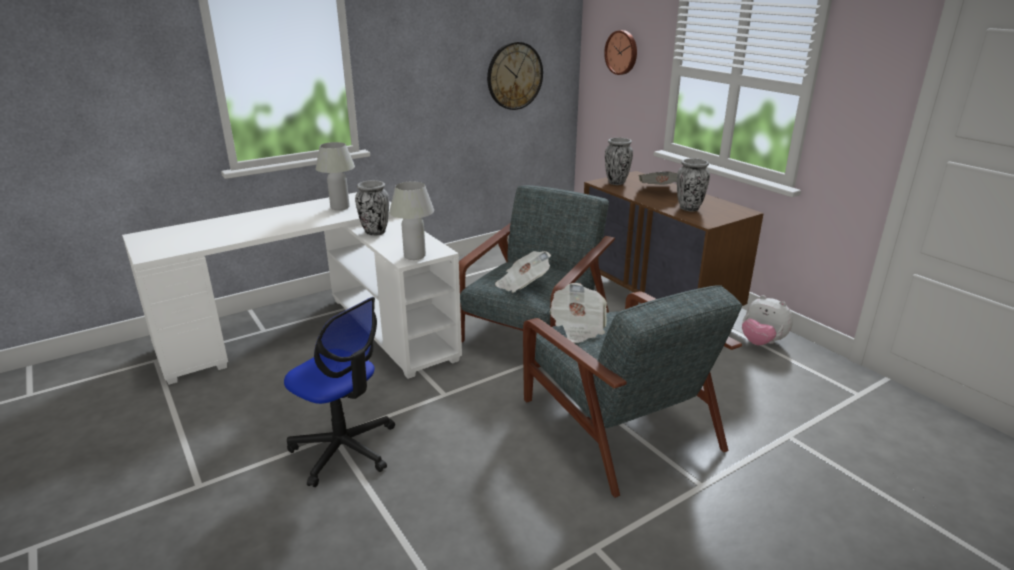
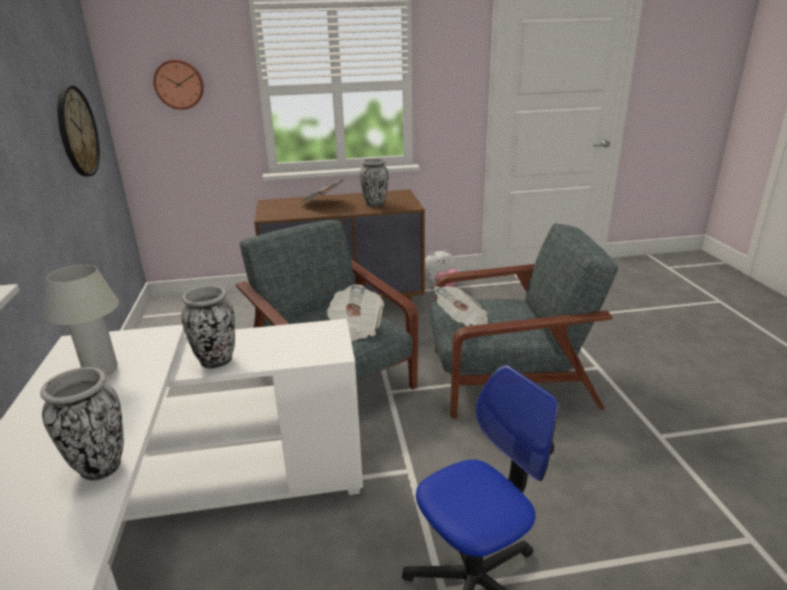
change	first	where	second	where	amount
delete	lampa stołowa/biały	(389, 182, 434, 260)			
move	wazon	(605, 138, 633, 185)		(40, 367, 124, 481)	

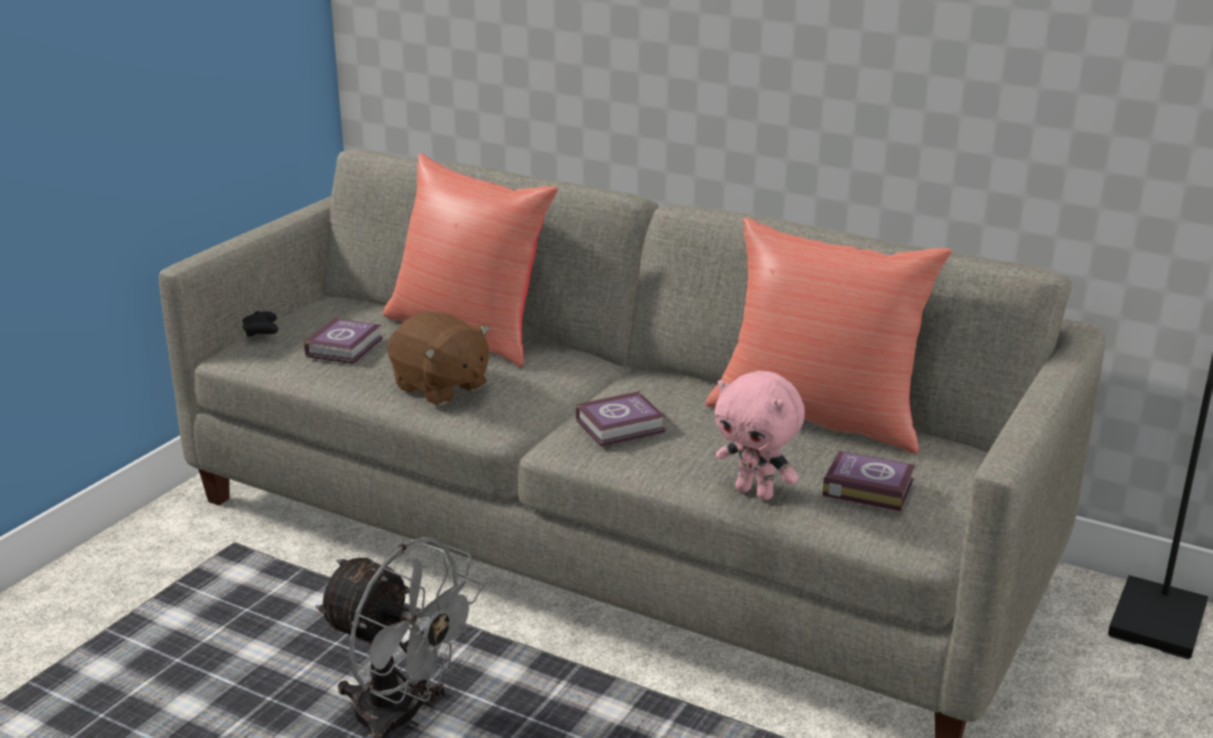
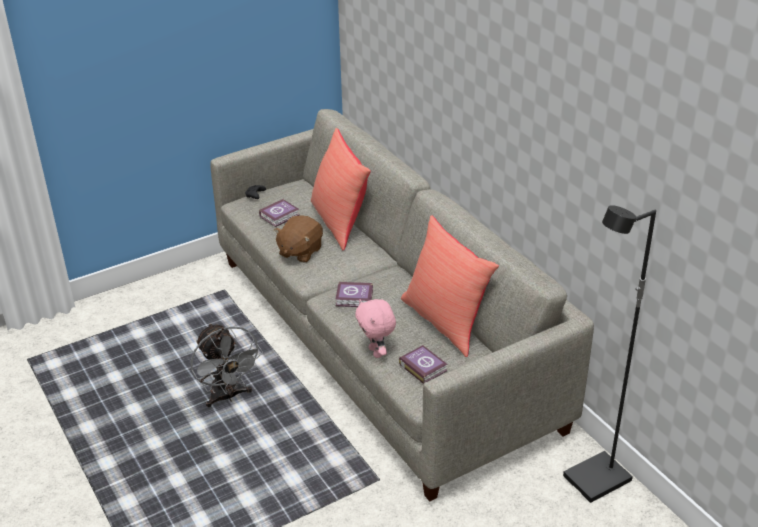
change	first	where	second	where	amount
rotate	pluszak/brązowy	(387, 312, 490, 405)		(274, 215, 323, 263)	45 degrees clockwise

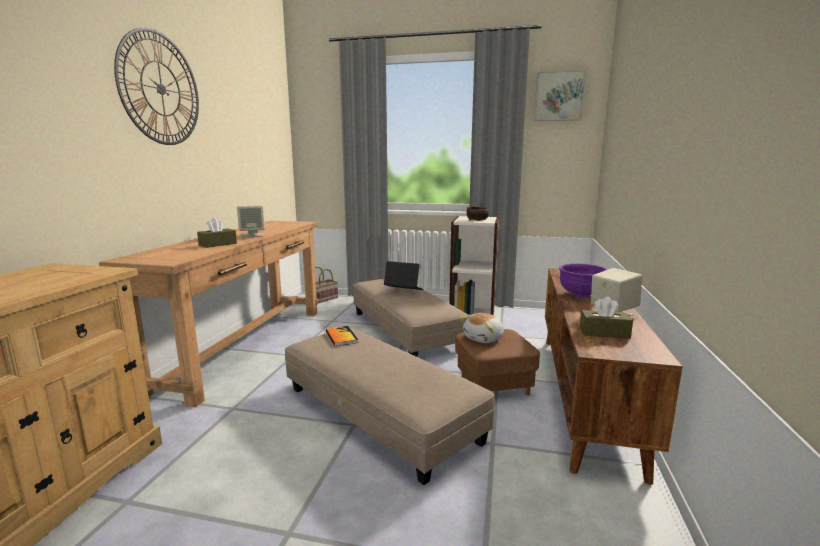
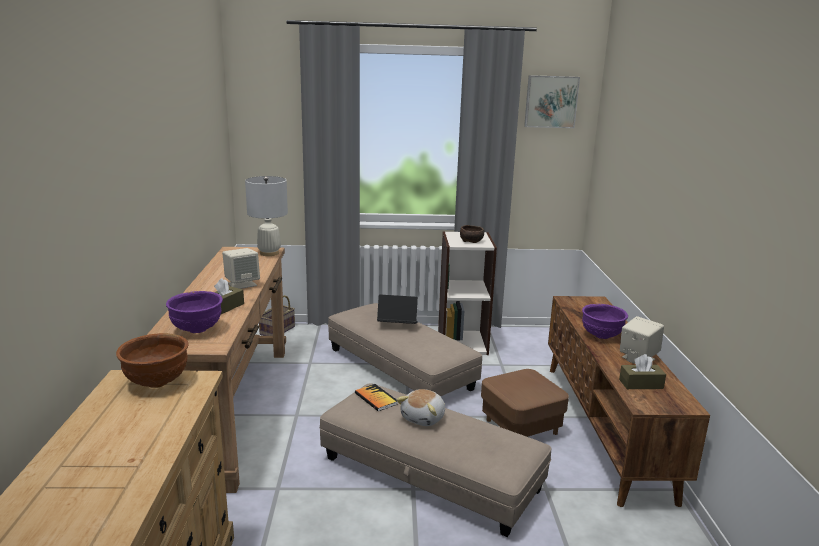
change	first	where	second	where	amount
delete	zegar ścienny	(114, 28, 199, 145)			
insert			miska/brązowy	(116, 333, 189, 388)	
insert			miska/fioletowy	(166, 291, 223, 333)	
insert			lampa stołowa/biały	(245, 176, 288, 256)	
move	pluszak	(459, 313, 504, 343)		(396, 389, 445, 426)	

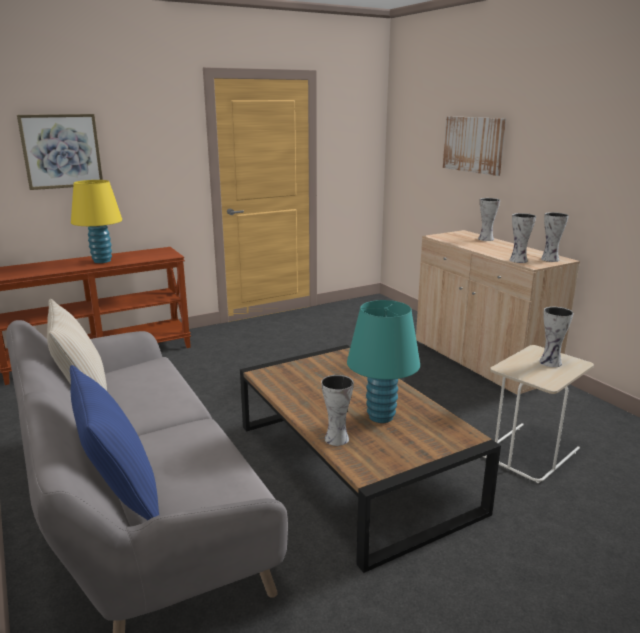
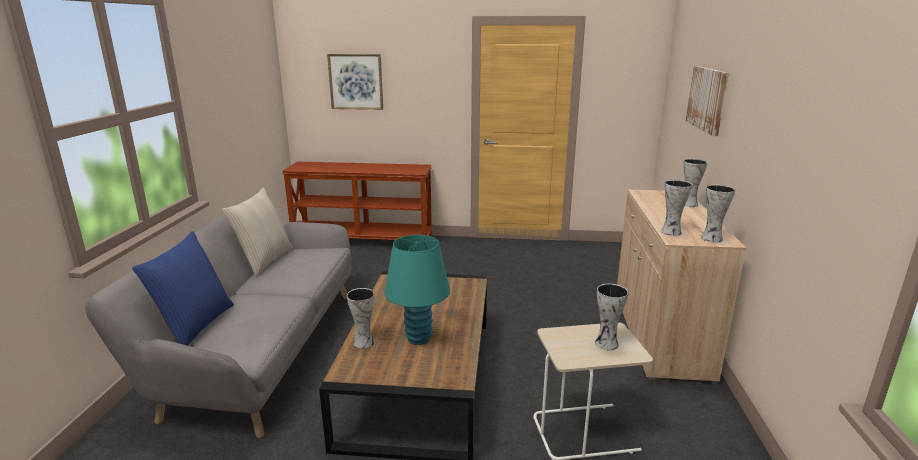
change	first	where	second	where	amount
delete	lampa stołowa/żółty	(71, 180, 122, 263)			

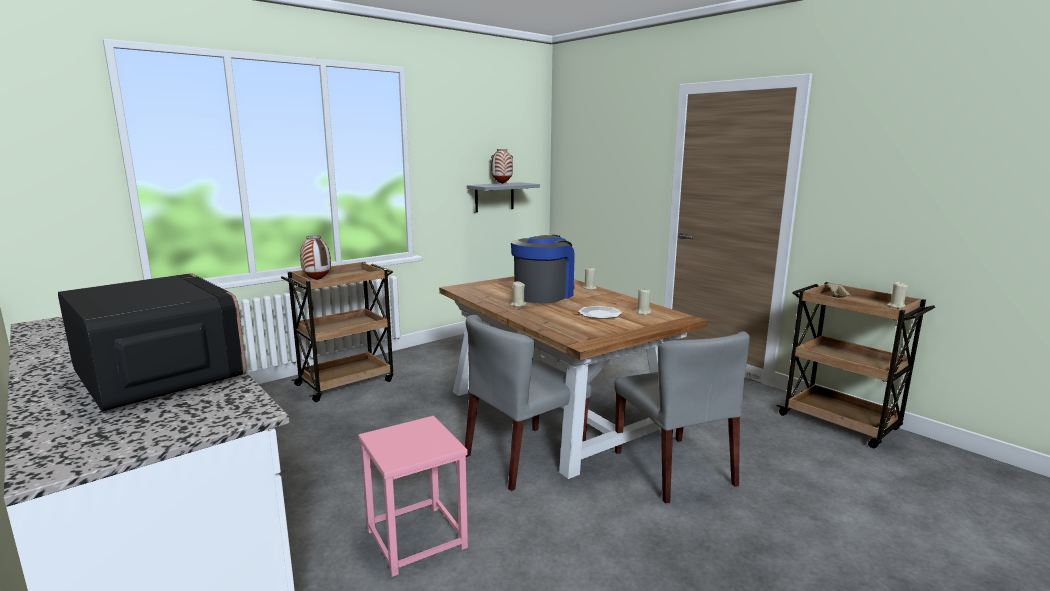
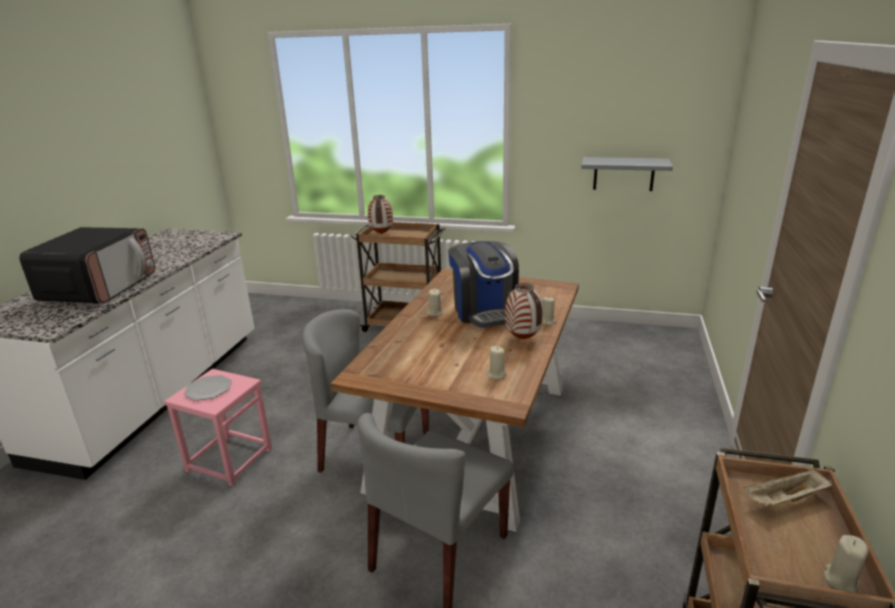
change	first	where	second	where	amount
move	wazon	(491, 149, 513, 184)		(505, 283, 543, 339)	
move	talerz	(578, 306, 622, 319)		(184, 375, 232, 401)	
rotate	ekspres do kawy	(511, 235, 575, 303)		(448, 241, 519, 328)	75 degrees clockwise

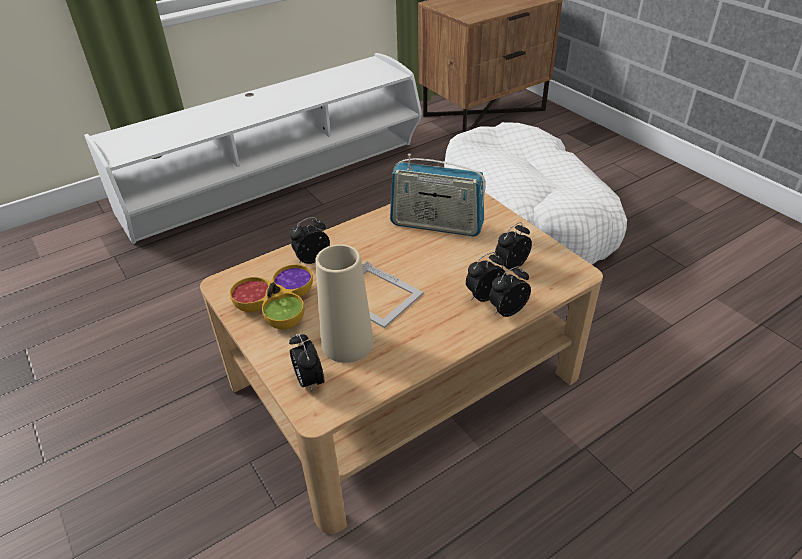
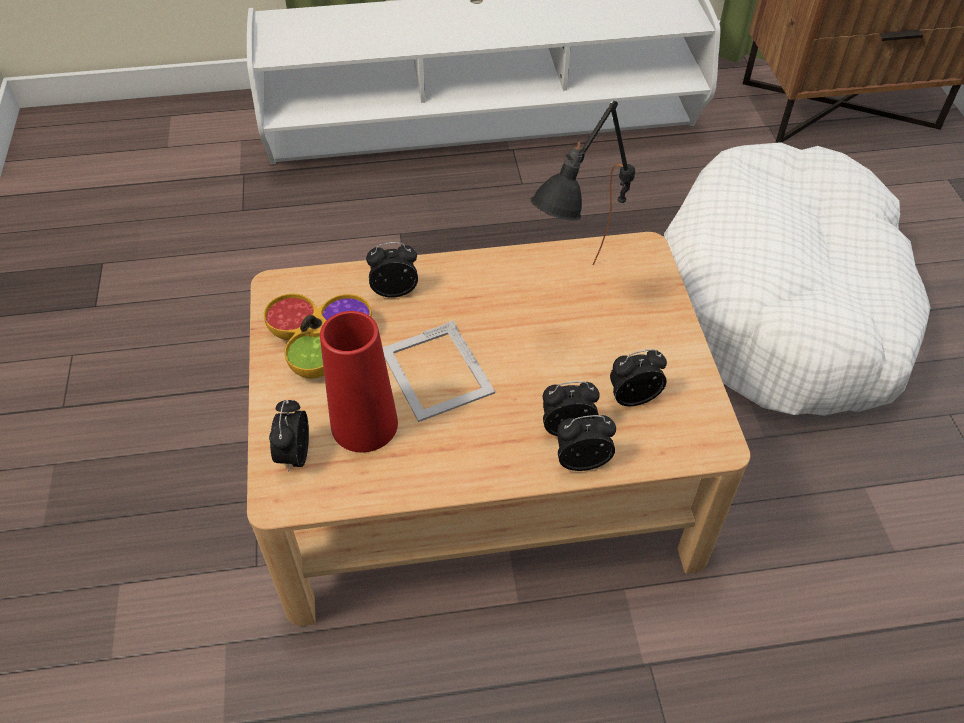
change	first	where	second	where	amount
replace	radio	(390, 154, 486, 237)	lampa stołowa/czarny	(531, 101, 635, 265)	
recolor	wazon/beżowy	(315, 244, 374, 363)	wazon/czerwony	(320, 311, 398, 452)	

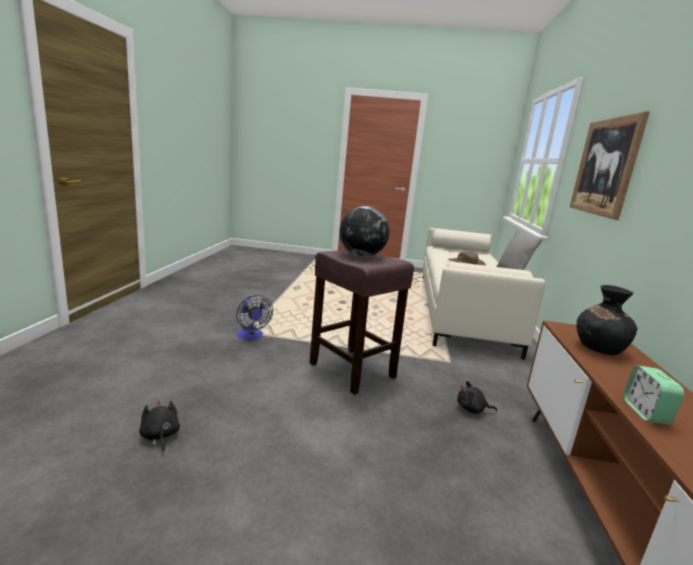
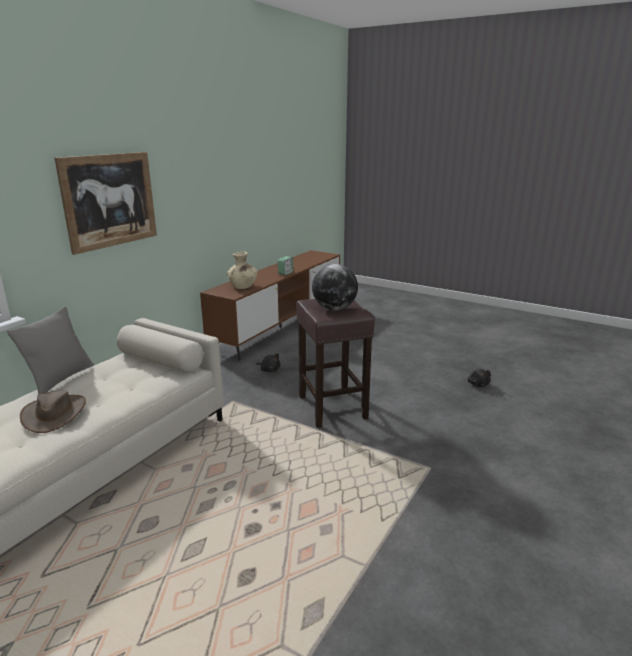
change	first	where	second	where	amount
delete	wentylator	(236, 295, 273, 340)			
recolor	wazon/czarny	(576, 285, 638, 355)	wazon/beżowy	(227, 251, 258, 289)	

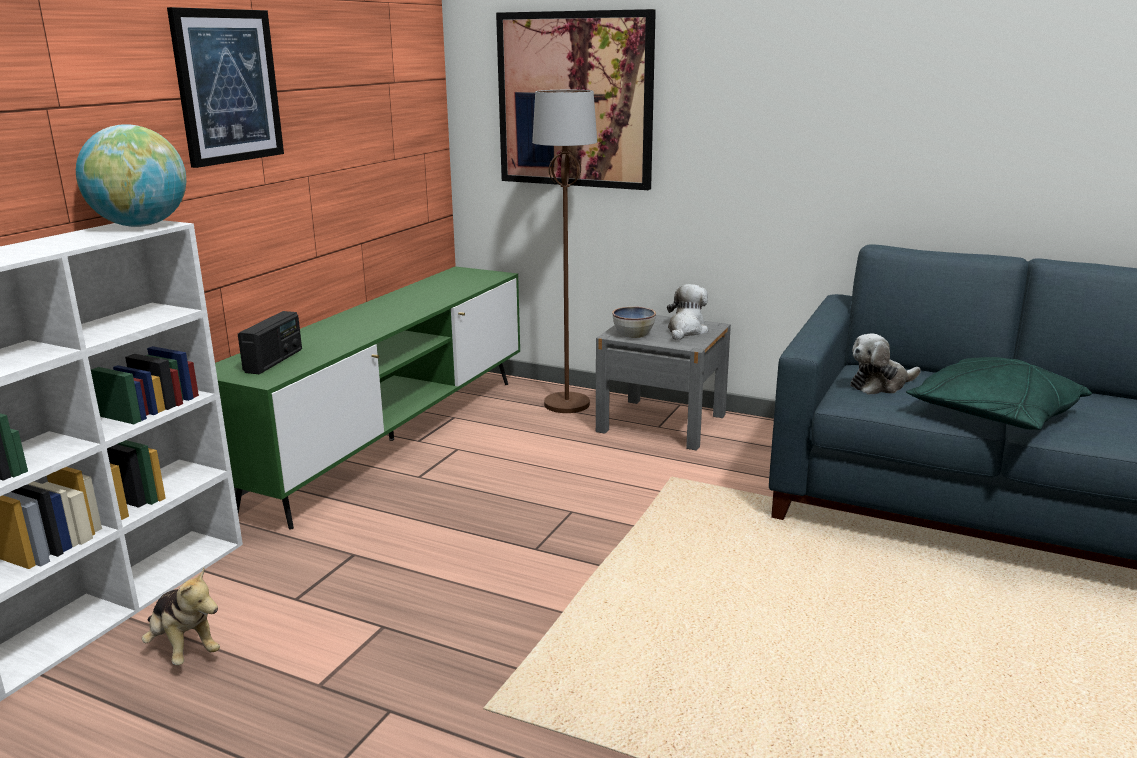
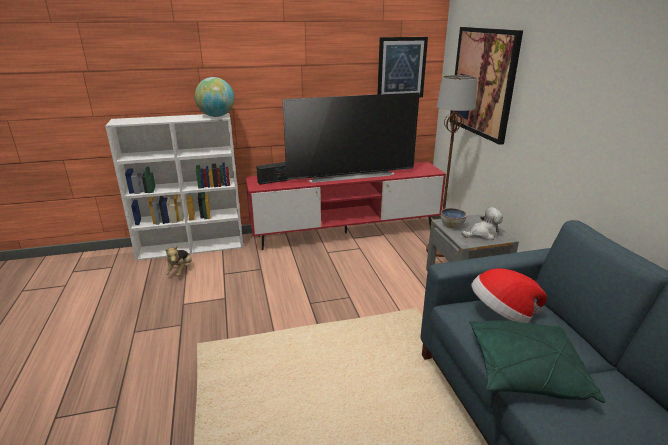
change	first	where	second	where	amount
insert			telewizor	(283, 92, 420, 183)	
move	obraz	(167, 7, 284, 168)		(377, 37, 428, 97)	
replace	pluszak	(850, 333, 921, 394)	kapelusz	(471, 268, 547, 323)	
recolor	szafka pod telewizor/zielony	(215, 267, 520, 529)	szafka pod telewizor/czerwony	(245, 162, 446, 250)	

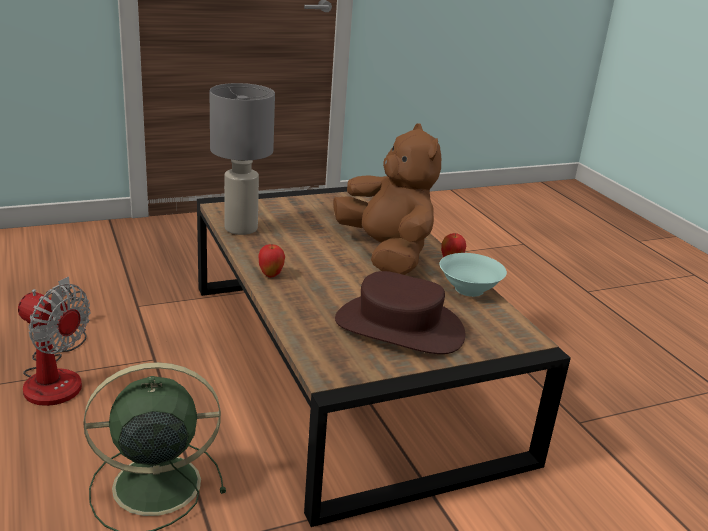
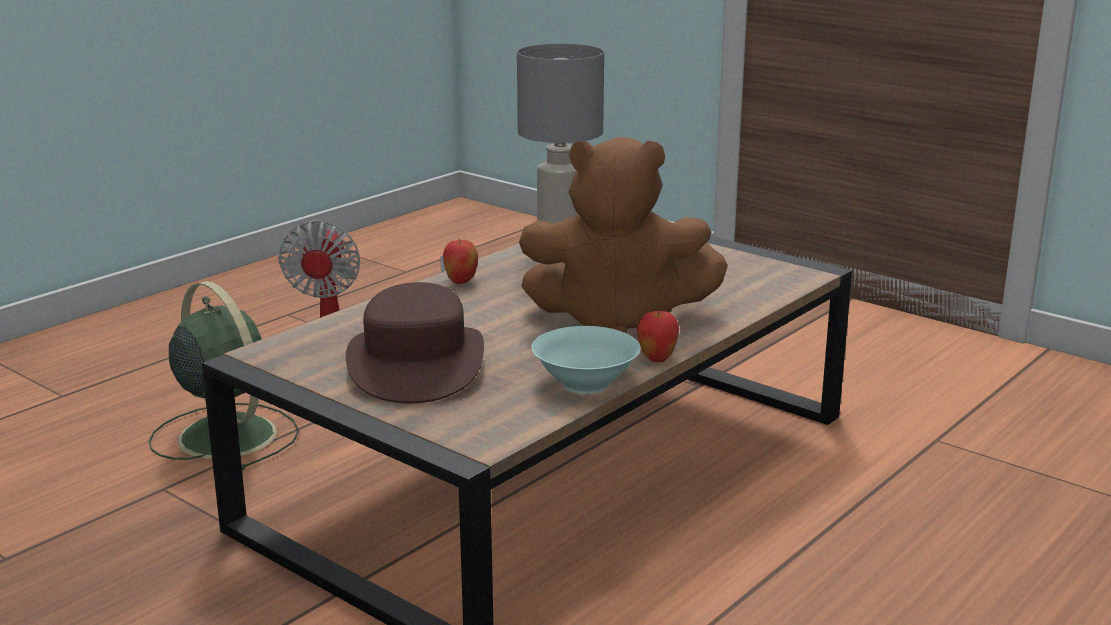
change	first	where	second	where	amount
rotate	pluszak/brązowy	(333, 123, 441, 275)		(519, 137, 728, 333)	60 degrees clockwise

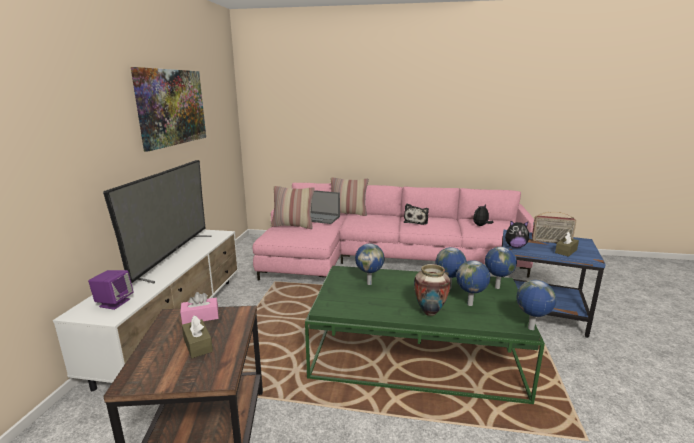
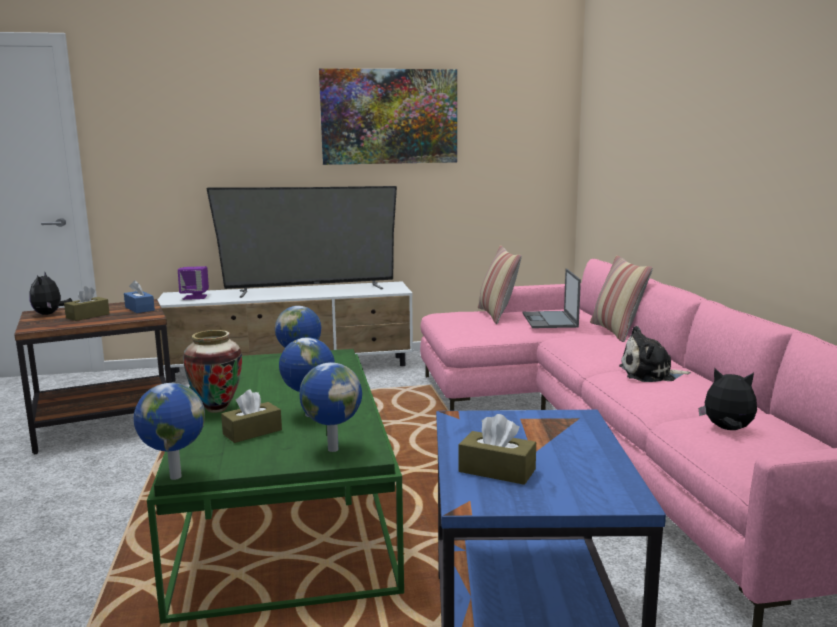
change	first	where	second	where	amount
delete	radio	(532, 211, 576, 243)			
move	pluszak	(505, 221, 529, 248)		(29, 271, 72, 315)	
replace	globus	(456, 260, 490, 306)	pudełko chusteczek/brązowy	(221, 389, 282, 443)	
recolor	pudełko chusteczek/różowy	(180, 292, 219, 325)	pudełko chusteczek/niebieski	(124, 280, 155, 313)	

